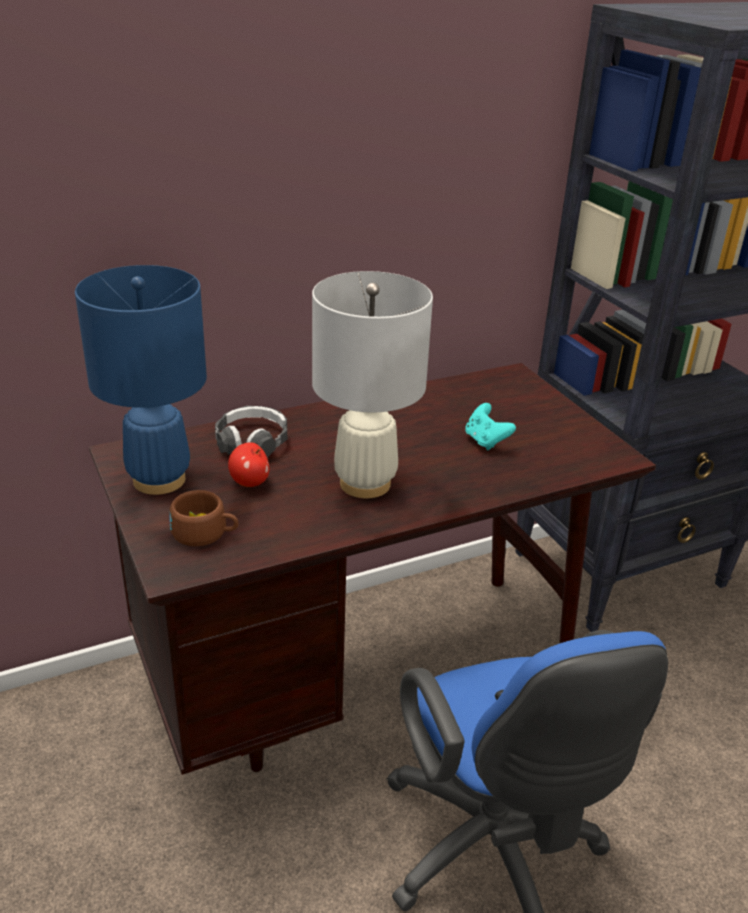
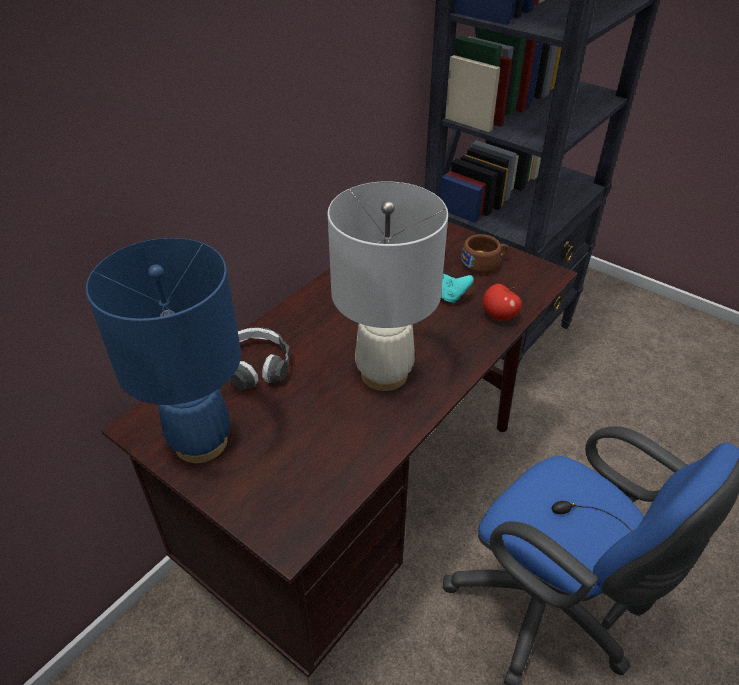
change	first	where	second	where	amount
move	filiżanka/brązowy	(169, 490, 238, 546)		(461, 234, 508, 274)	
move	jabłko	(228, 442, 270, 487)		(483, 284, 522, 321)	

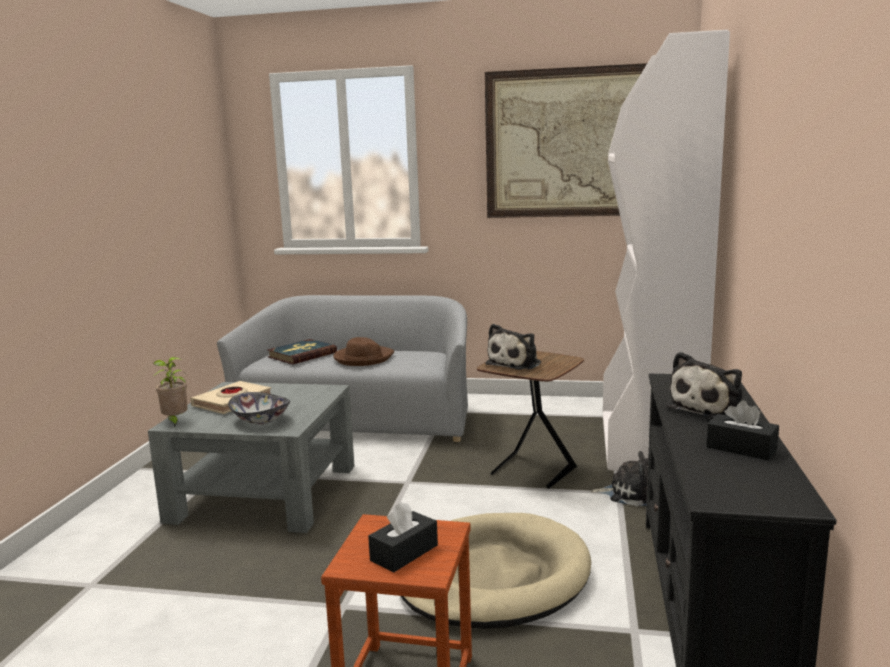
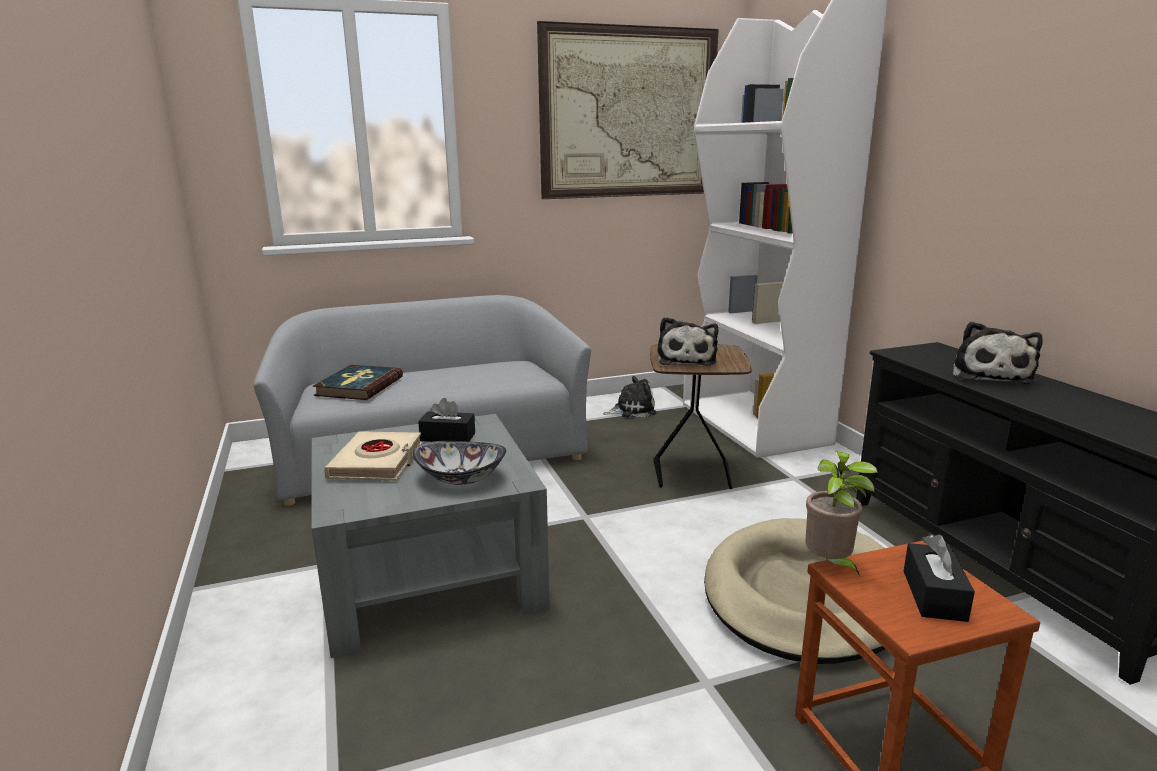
change	first	where	second	where	amount
delete	kapelusz/brązowy	(333, 337, 394, 366)			
move	roślina doniczkowa	(153, 357, 188, 427)		(805, 451, 878, 577)	
move	pluszak	(591, 451, 648, 506)		(603, 376, 657, 418)	
move	pudełko chusteczek/czarny	(706, 400, 779, 460)		(418, 398, 475, 442)	

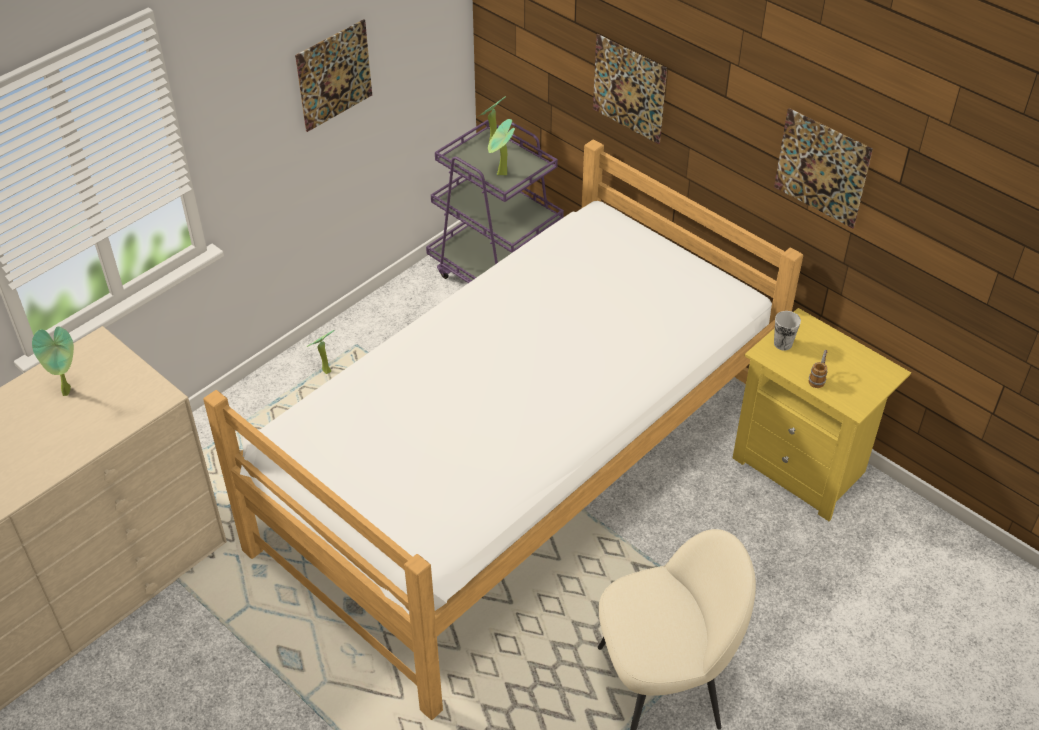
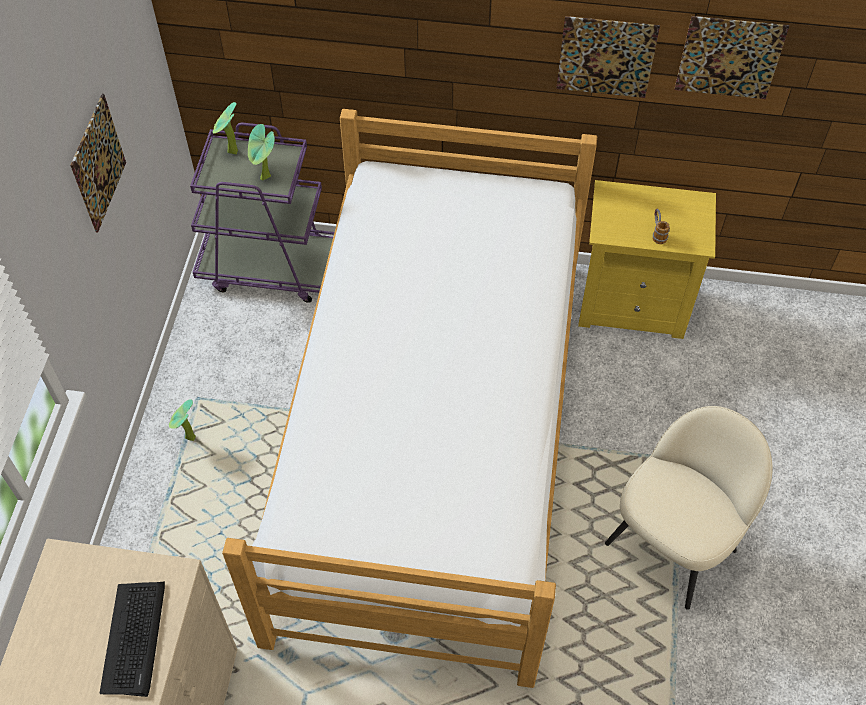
change	first	where	second	where	amount
delete	roślina doniczkowa	(32, 326, 74, 396)			
delete	filiżanka	(774, 311, 801, 350)			
insert			klawiatura	(99, 582, 165, 697)	
move	obraz	(593, 34, 667, 144)		(674, 16, 789, 99)	

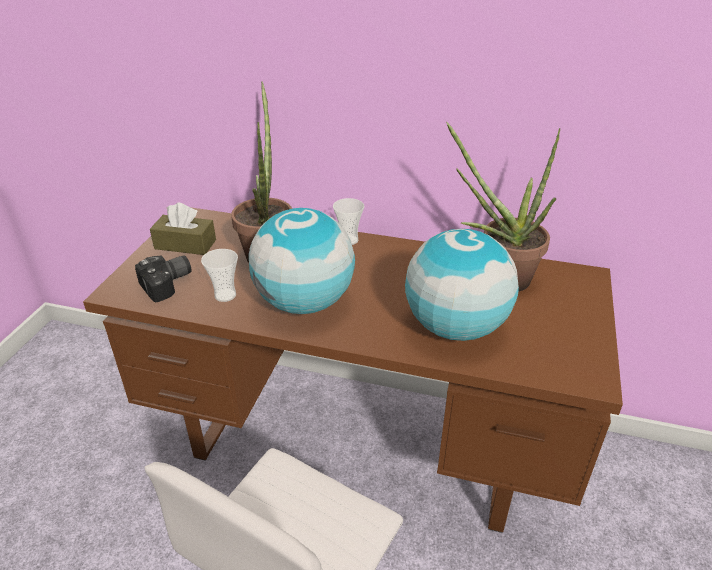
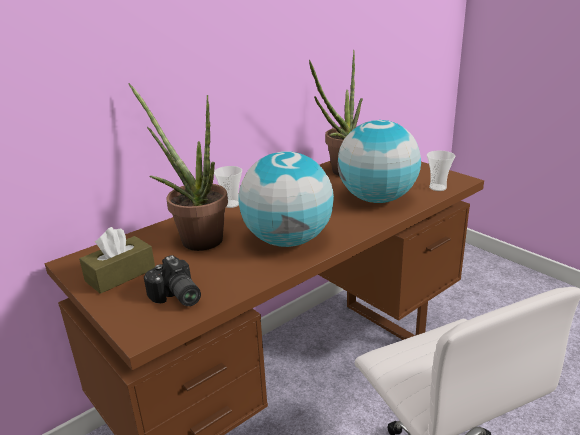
change	first	where	second	where	amount
move	filiżanka	(201, 249, 238, 302)		(427, 151, 455, 191)	
rotate	aparat fotograficzny	(135, 256, 192, 303)		(144, 255, 201, 306)	150 degrees clockwise

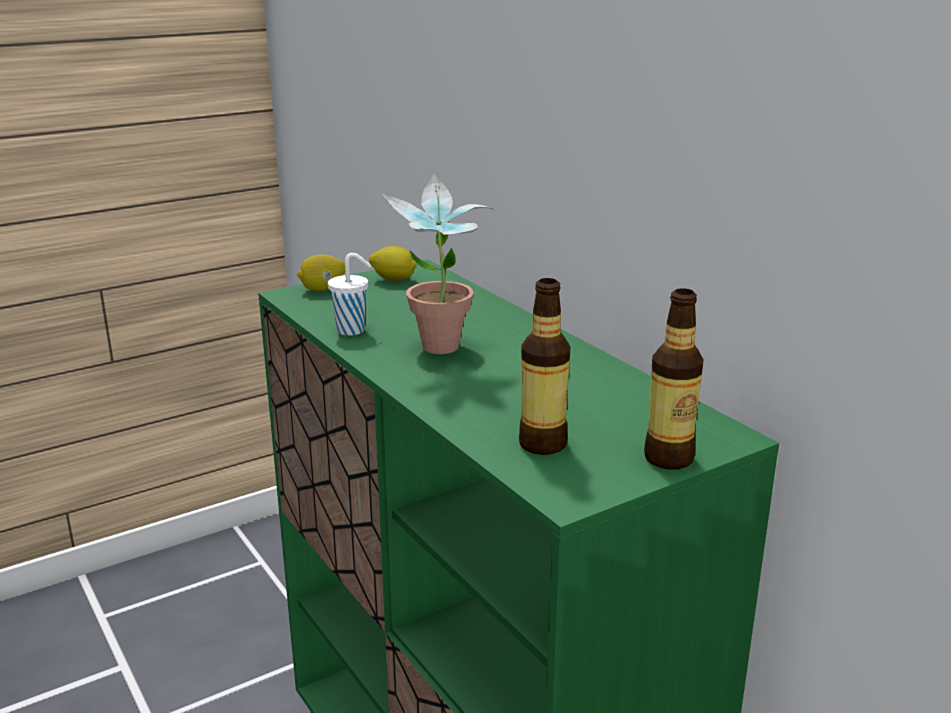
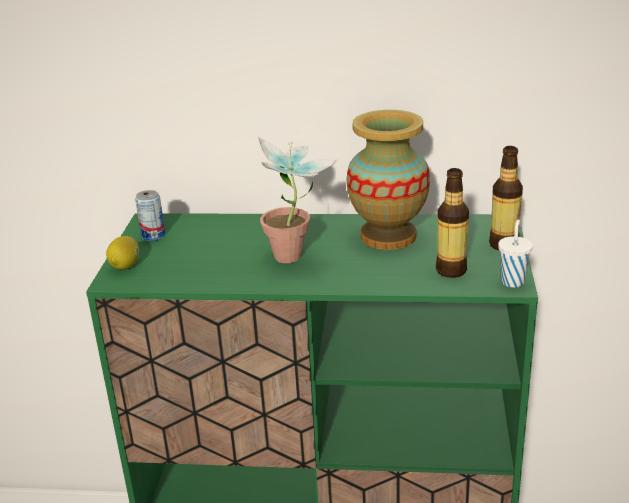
change	first	where	second	where	amount
insert			wazon	(347, 110, 430, 250)	
move	filiżanka/biały	(328, 253, 372, 336)		(498, 220, 533, 288)	
replace	cytryna	(369, 246, 416, 281)	puszka	(135, 190, 165, 241)	

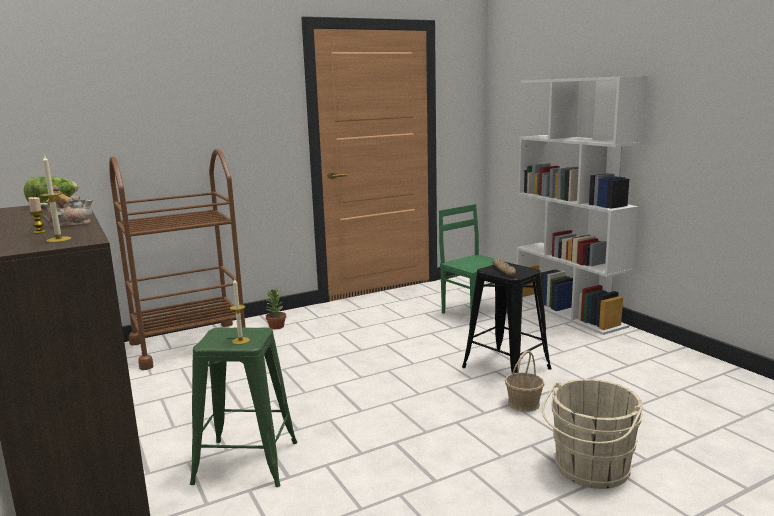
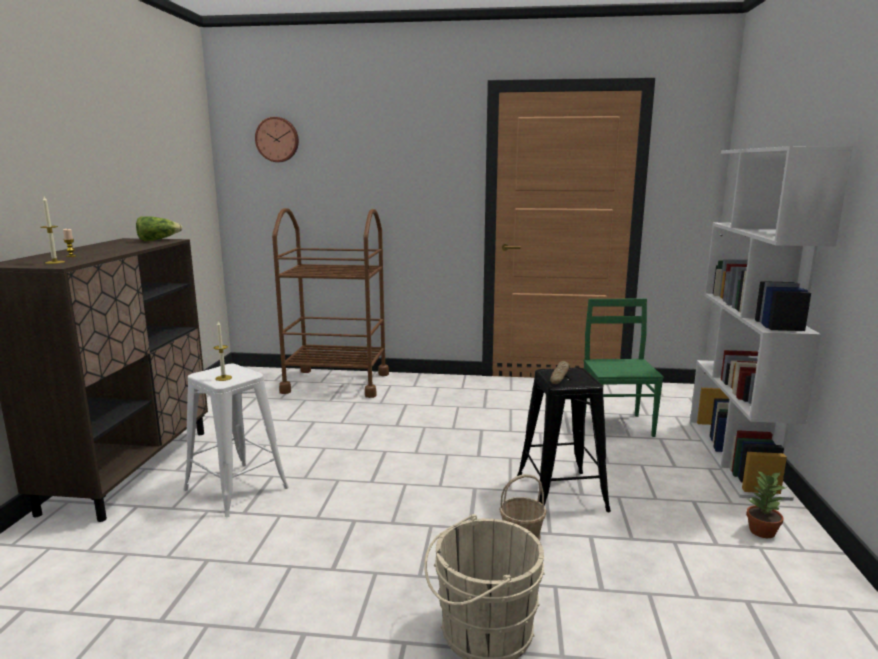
change	first	where	second	where	amount
delete	imbryk	(40, 185, 93, 228)			
insert			zegar ścienny	(255, 117, 299, 162)	
move	roślina doniczkowa	(265, 287, 286, 329)		(746, 470, 787, 538)	
recolor	stołek/zielony	(190, 327, 297, 487)	stołek/biały	(183, 364, 289, 517)	

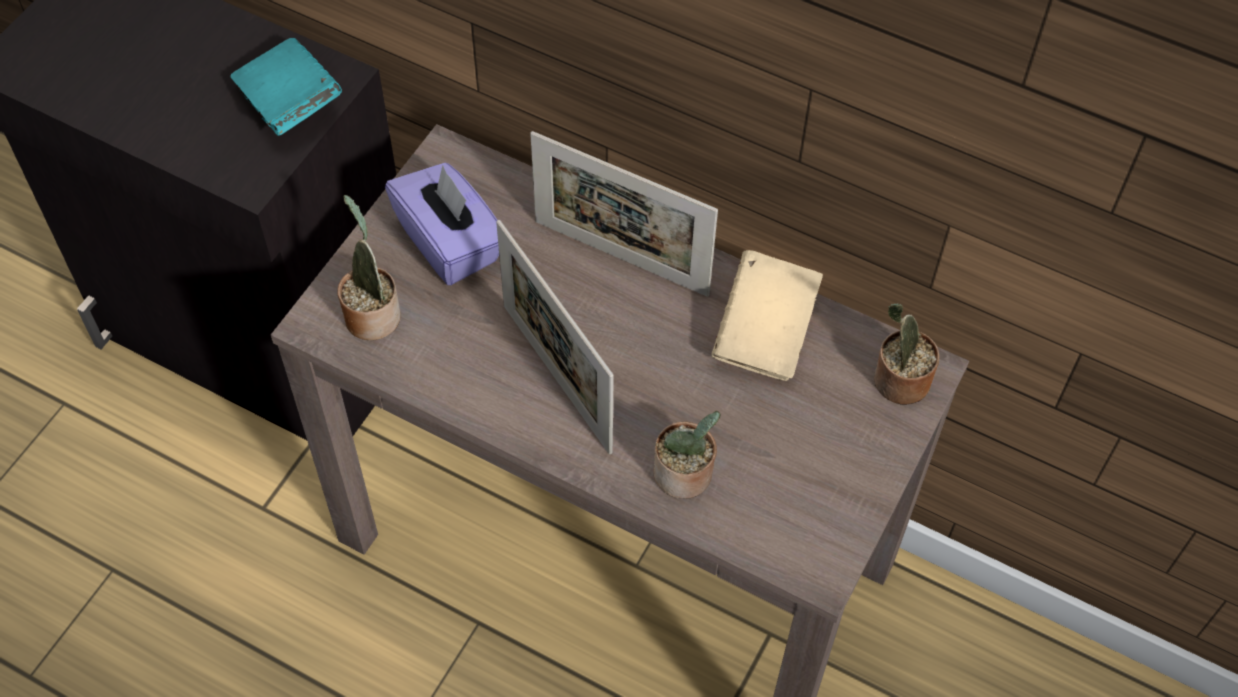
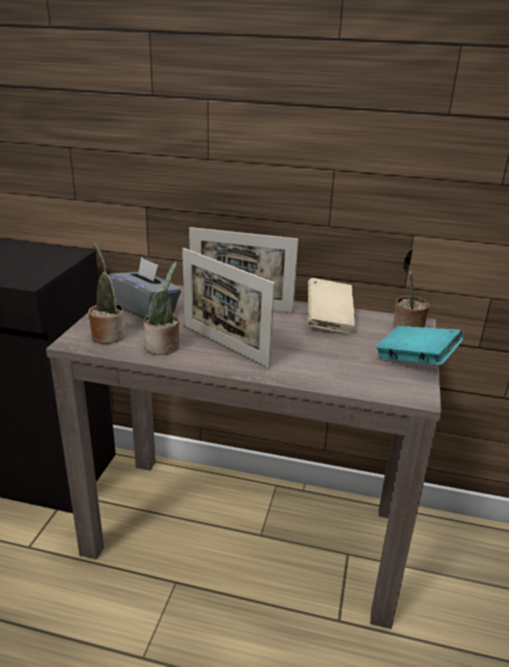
change	first	where	second	where	amount
move	książka/turkusowy	(230, 38, 342, 136)		(376, 326, 463, 365)	
move	roślina doniczkowa	(653, 411, 721, 499)		(144, 262, 179, 355)	
recolor	pudełko chusteczek/fioletowy	(385, 163, 499, 285)	pudełko chusteczek/szary	(109, 257, 181, 319)	

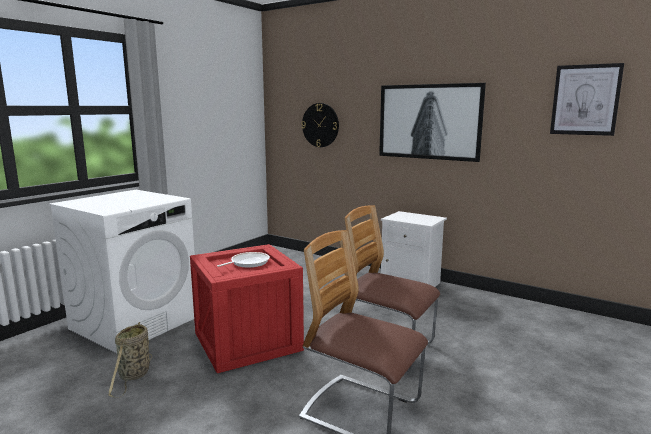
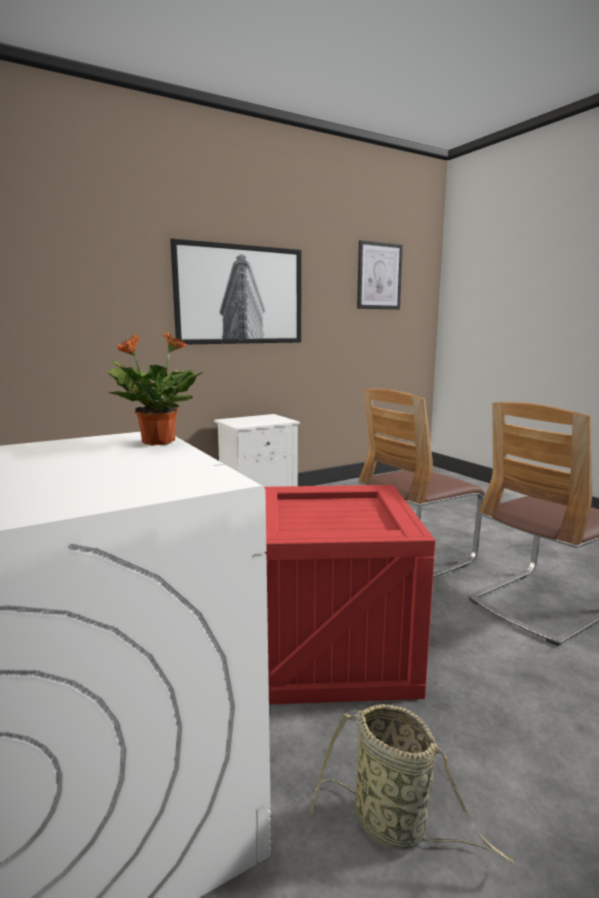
change	first	where	second	where	amount
delete	patelnia	(217, 252, 270, 268)			
delete	zegar ścienny	(301, 103, 339, 147)			
insert			roślina doniczkowa	(108, 331, 204, 445)	

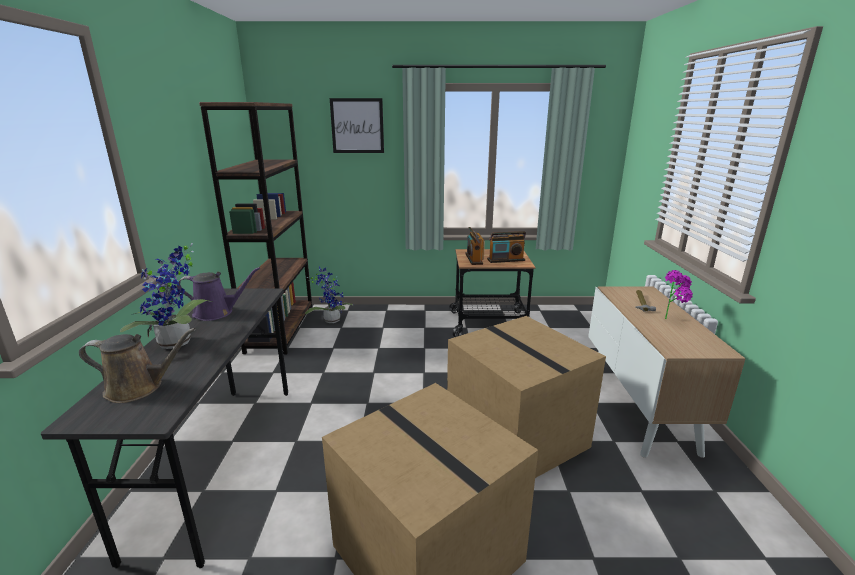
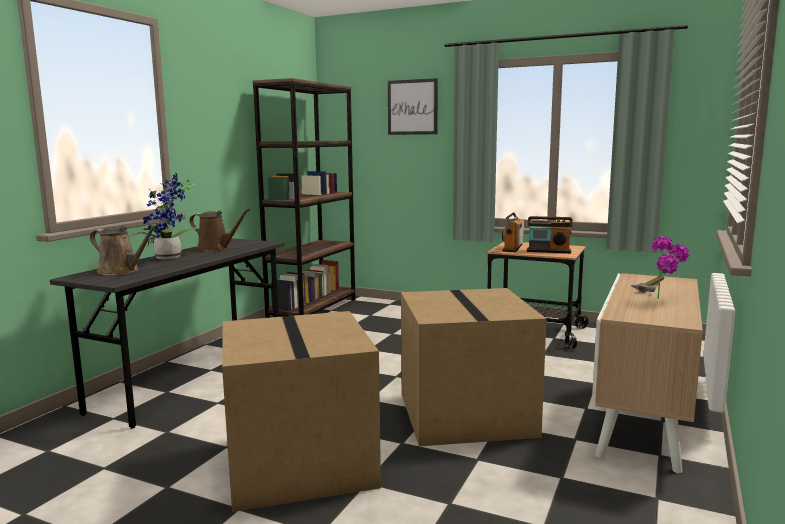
change	first	where	second	where	amount
delete	roślina doniczkowa	(305, 266, 354, 323)			
recolor	konewka/fioletowy	(177, 267, 260, 321)	konewka/brązowy	(190, 208, 251, 251)	

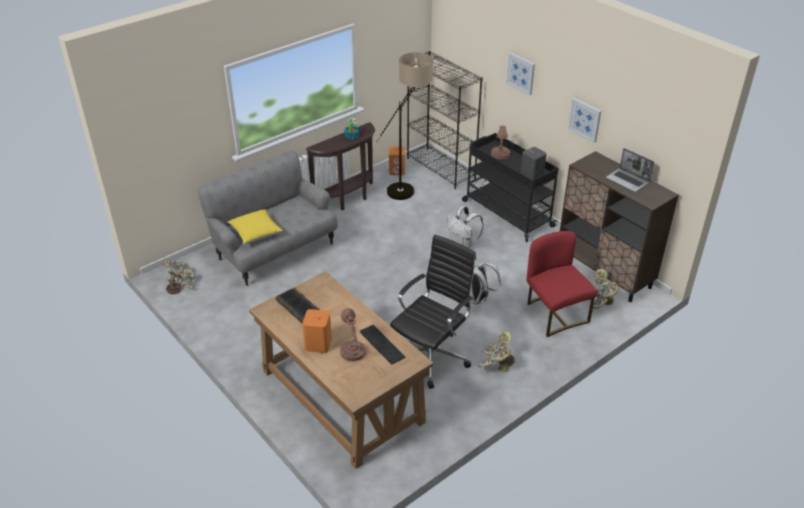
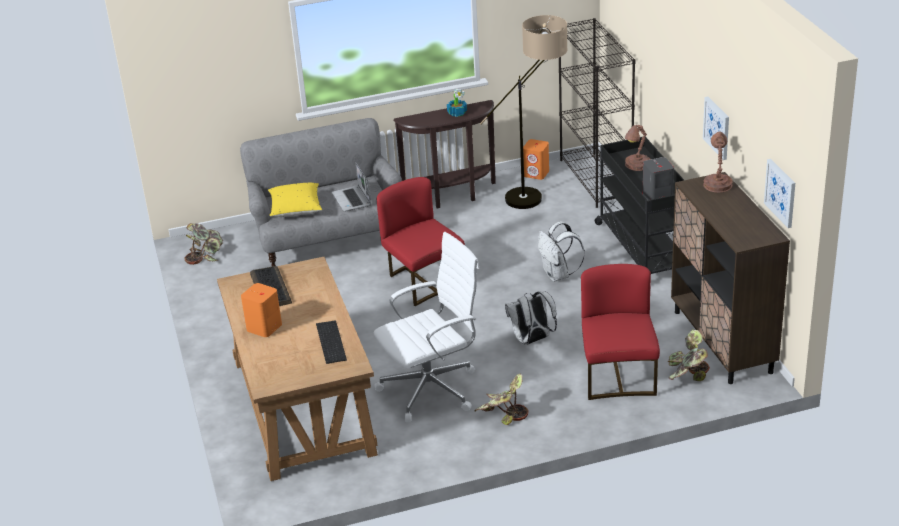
change	first	where	second	where	amount
insert			krzesło/czerwony	(377, 177, 465, 306)	
move	lampa stołowa/brązowy	(340, 308, 366, 362)		(703, 131, 733, 193)	
move	obraz	(506, 53, 535, 95)		(764, 159, 795, 228)	
move	laptop	(606, 148, 654, 192)		(332, 163, 371, 212)	
recolor	krzesło biurowe/czarny	(390, 235, 476, 389)	krzesło biurowe/biały	(374, 232, 479, 422)	

